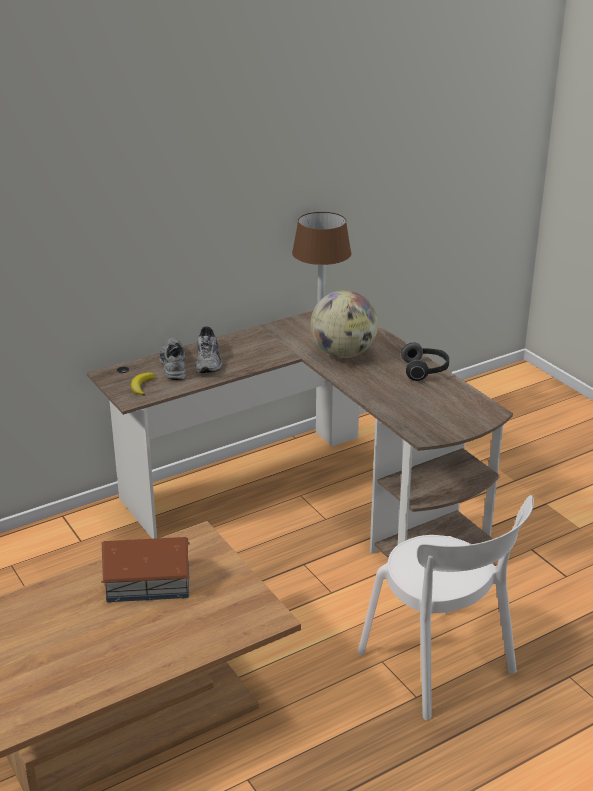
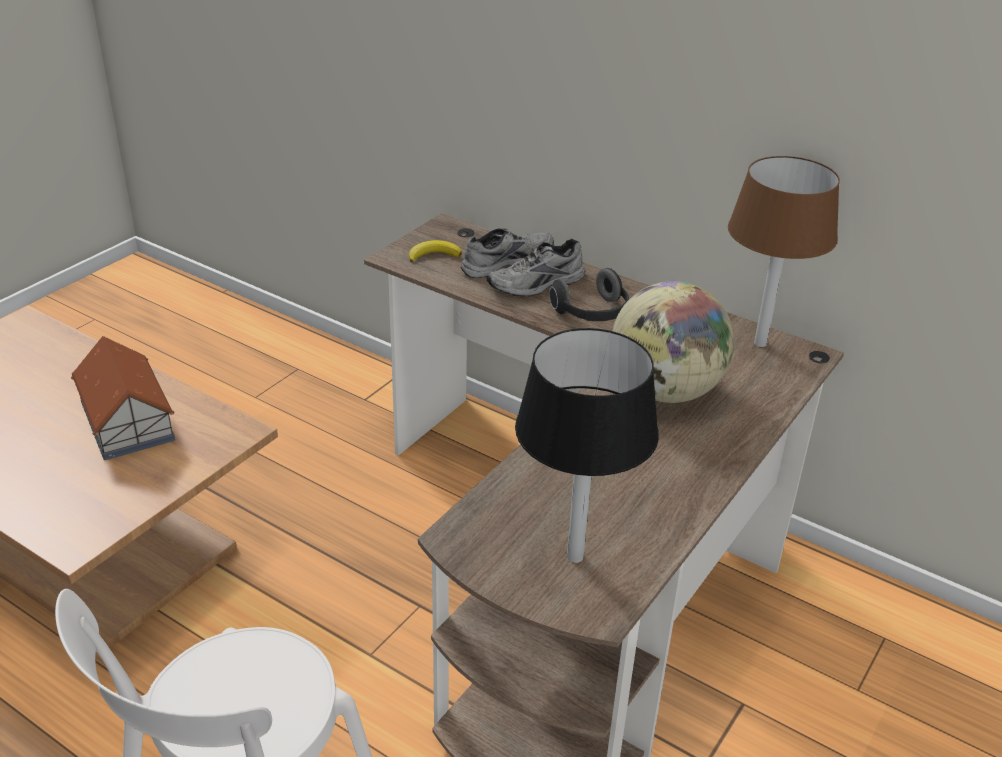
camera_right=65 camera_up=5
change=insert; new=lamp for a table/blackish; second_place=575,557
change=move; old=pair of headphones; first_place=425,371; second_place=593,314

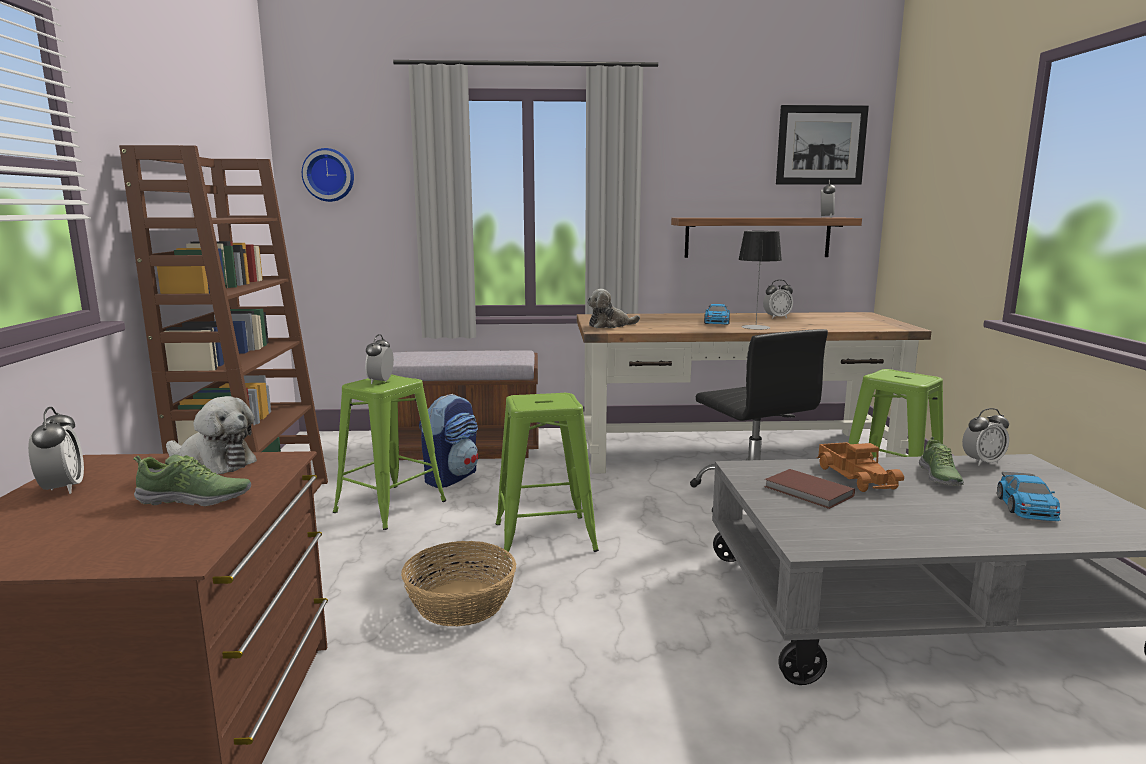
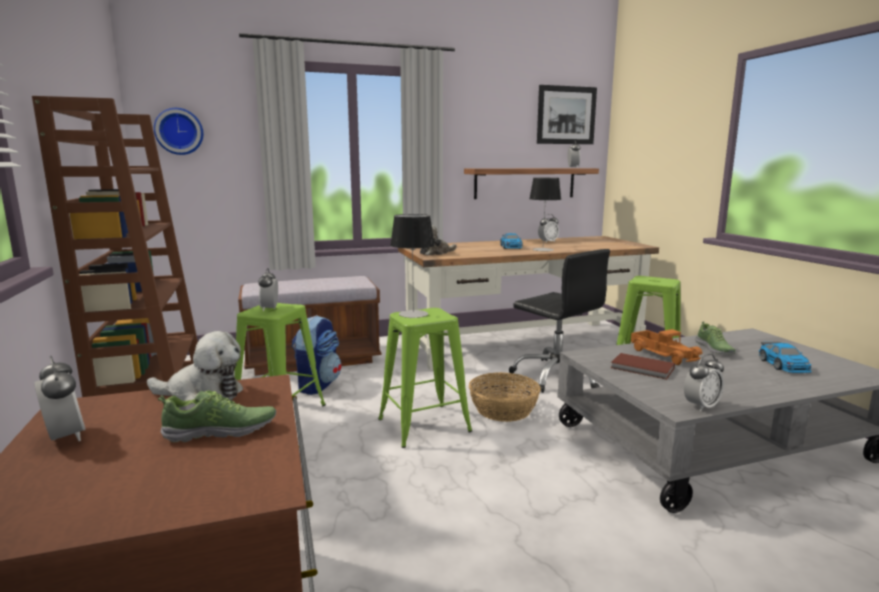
camera_right=-15 camera_up=0
change=insert; new=lamp for a table; second_place=413,314
change=move; old=household basket; first_place=461,603; second_place=504,409
change=move; old=bedside clock; first_place=982,462; second_place=701,406

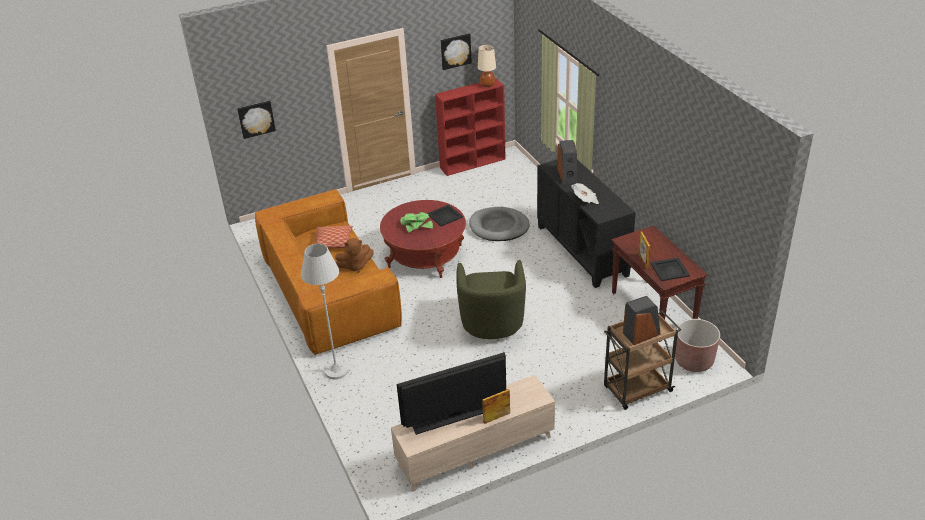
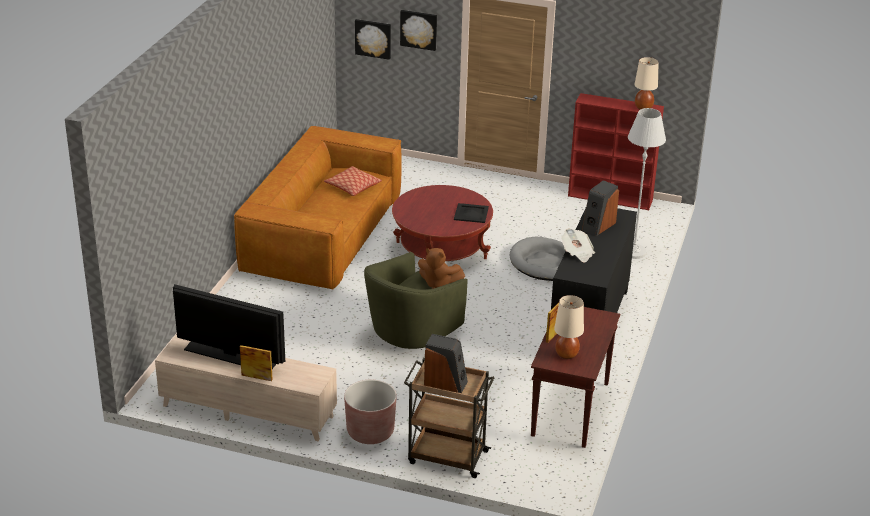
camera_right=40 camera_up=-5
change=move; old=plant pot/brownish; first_place=694,361; second_place=370,432
change=move; old=wall picture; first_place=455,51; second_place=419,29
change=move; old=plush toy/brownish; first_place=355,266; second_place=438,283
change=replace; old=serving tray/blackish; new=lamp for a table/beige-coloured; first_place=669,270; second_place=566,355
change=move; old=floor lamp/white; first_place=336,371; second_place=634,252
change=delete; old=potted plant; first_place=416,225

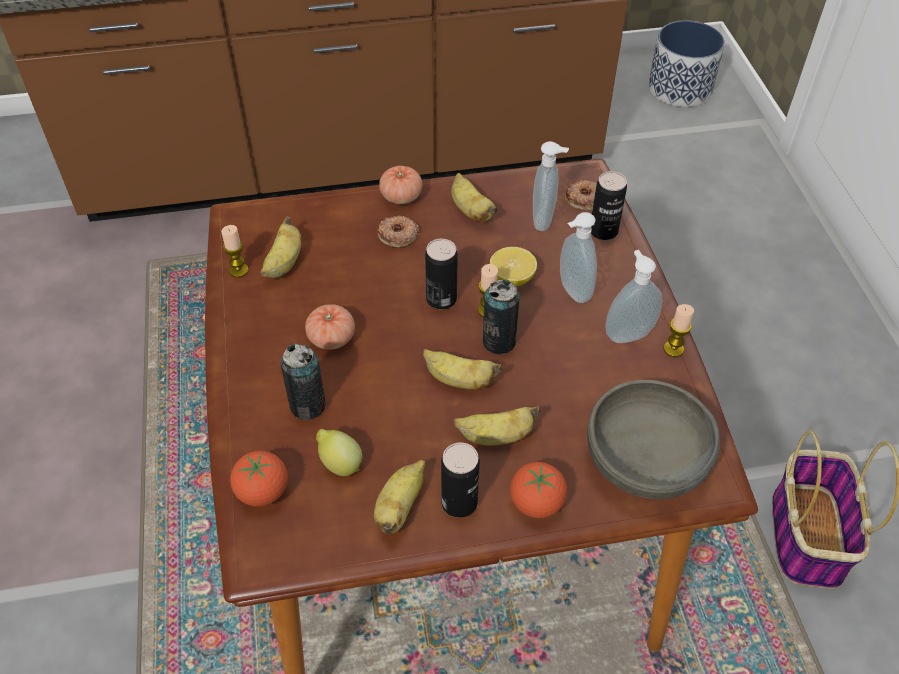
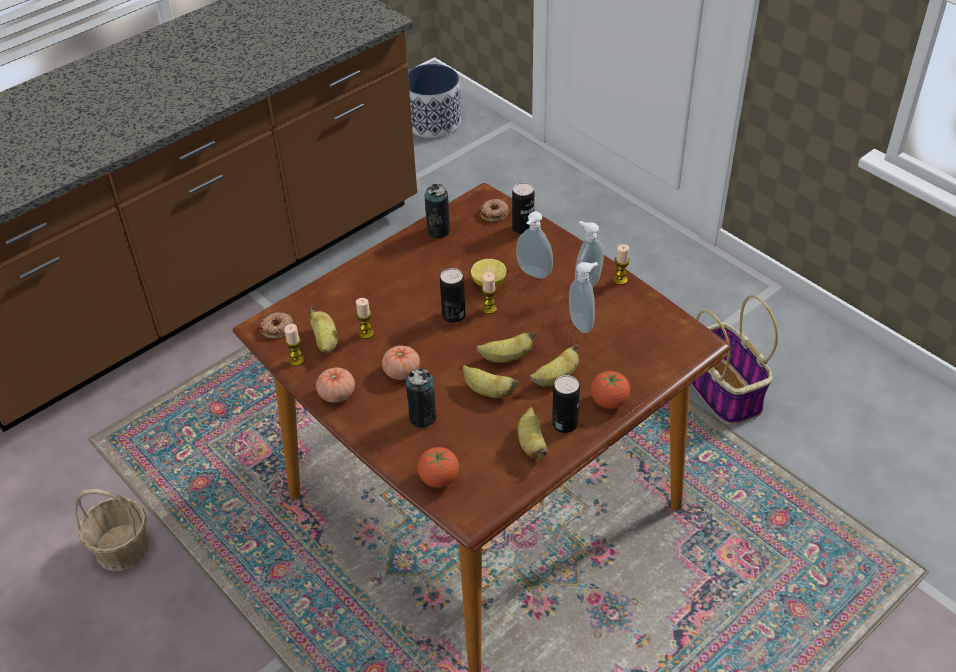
camera_right=-30 camera_up=-5
change=insert; new=household basket; second_place=122,548
change=move; old=doughnut; first_place=398,235; second_place=277,328
change=move; old=tomato; first_place=401,196; second_place=337,394
change=insert; new=wax candle; second_place=366,333
change=move; old=can; first_place=499,341; second_place=438,231
change=move; old=whole banana; first_place=470,210; second_place=488,391
change=move; old=soap dispenser; first_place=545,220; second_place=582,323
change=delete; old=lemon; first_place=339,464
change=delete; old=bowl/grey; first_place=645,460

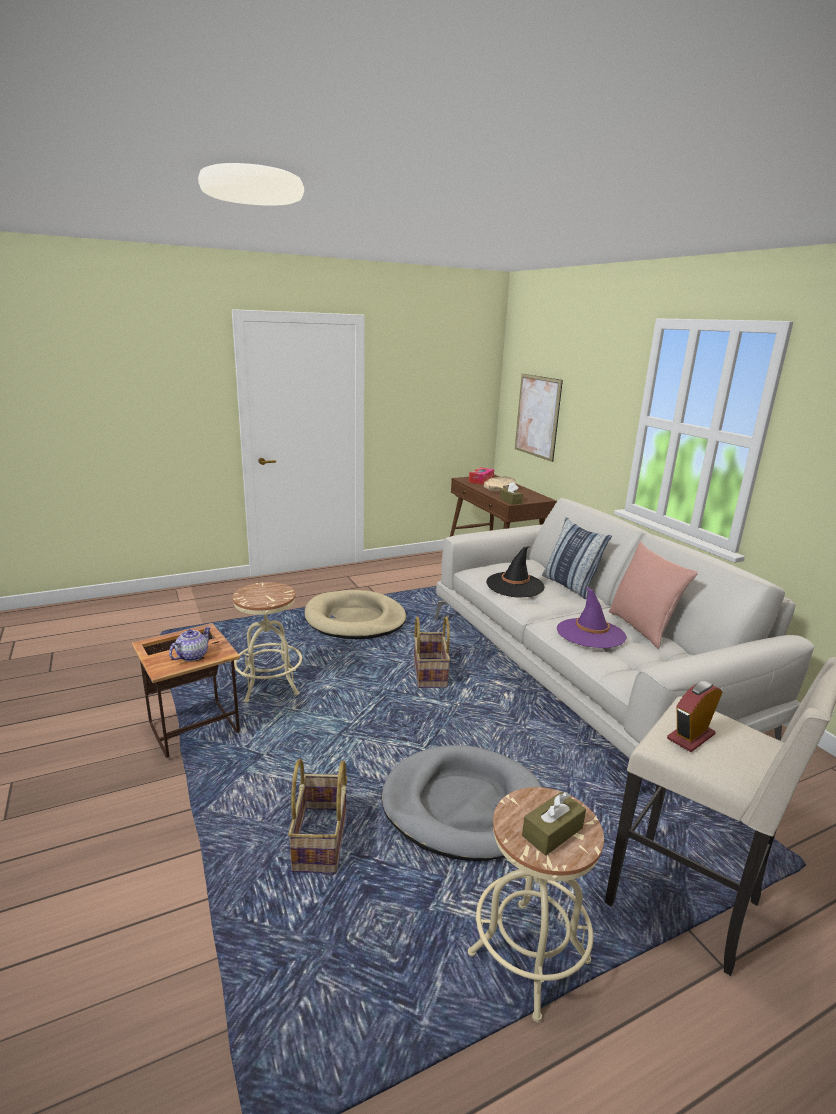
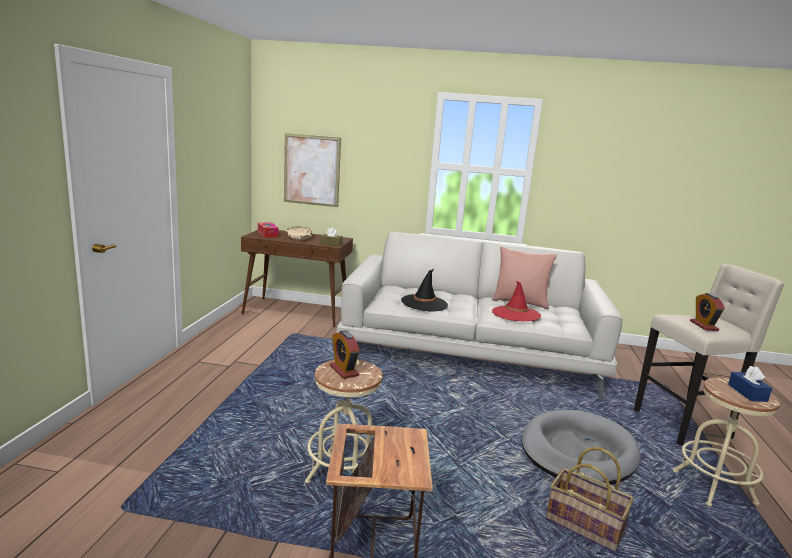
camera_right=-55 camera_up=-5
change=insert; new=bedside clock; second_place=344,370
change=recolor; old=wearable hat/purple-coloured; new=wearable hat/red-coloured; first_place=590,633; second_place=515,314
change=recolor; old=tissue holder/brownish; new=tissue holder/blue; first_place=552,832; second_place=747,393
change=delete; old=tea pot; first_place=192,656
change=delete; old=pet bed/beige-coloured; first_place=355,619
change=delete; old=household basket; first_place=429,673
change=delete; old=pillow; first_place=570,585

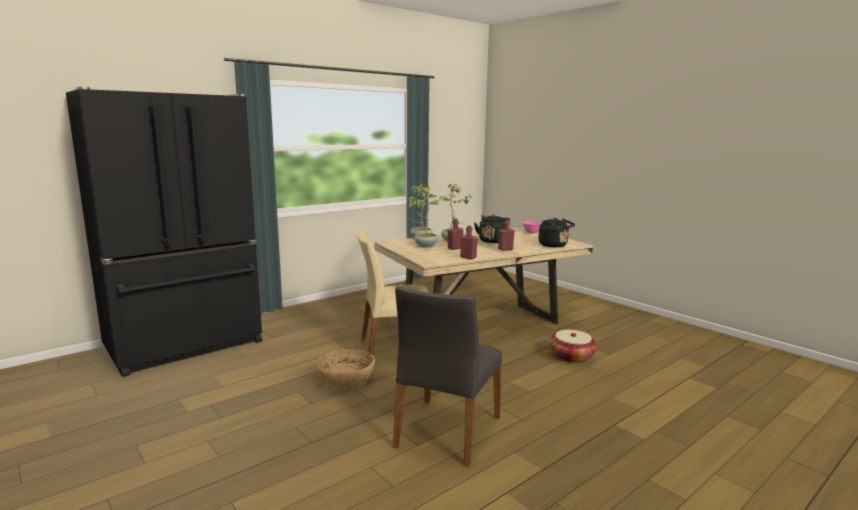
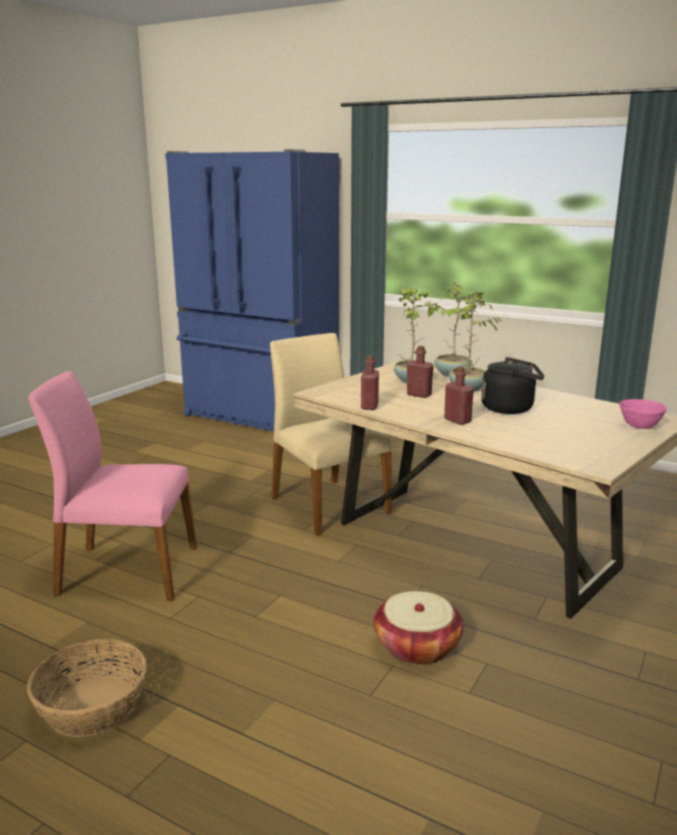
camera_right=70 camera_up=5
change=move; old=household basket; first_place=346,380; second_place=91,706
change=recolor; old=plain chair/grey; new=plain chair/pinkish; first_place=446,431; second_place=126,571
change=recolor; old=fridge/blackish; new=fridge/blue; first_place=186,346; second_place=259,415
change=delete; old=kettle/blackish; first_place=554,245

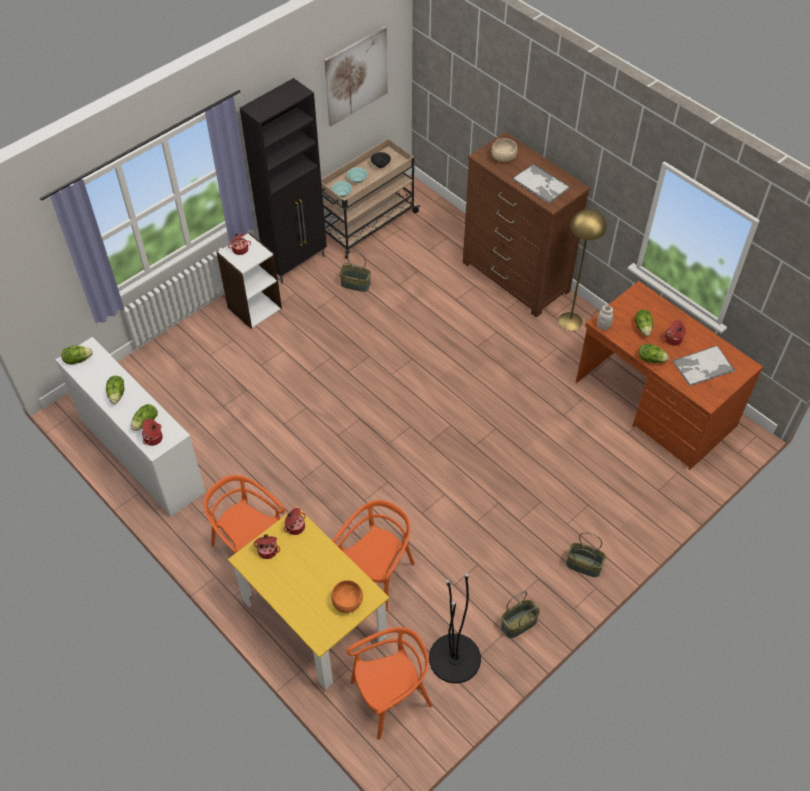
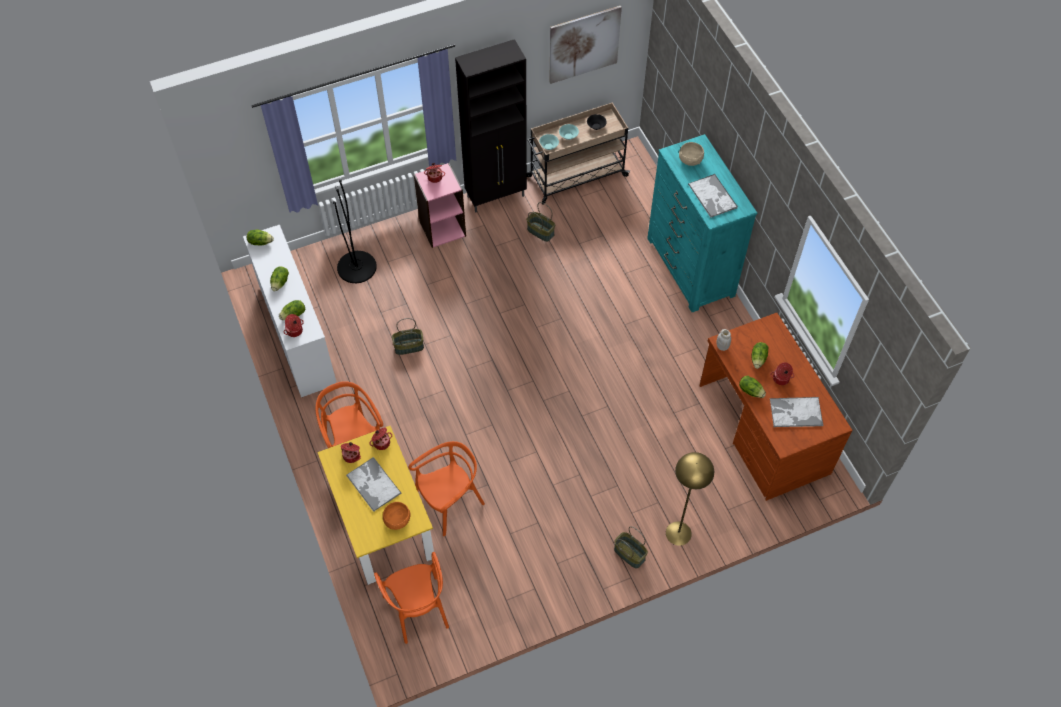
camera_right=20 camera_up=5
change=move; old=floor lamp/blackish; first_place=454,658; second_place=356,267
change=insert; new=serving tray; second_place=373,484
change=rotate; old=plain chair/orange-coloured; first_place=391,697; second_place=418,609; degrees=75
change=move; old=household basket; first_place=518,624; second_place=408,347
change=recolor; old=bookcase/white; new=bookcase/pinkish; first_place=254,307; second_place=442,228
change=recolor; old=chest of drawers/brownish; new=chest of drawers/turquoise-coloured; first_place=515,277; second_place=690,267
change=move; old=floor lamp/yellow-coloured; first_place=570,321; second_place=678,533

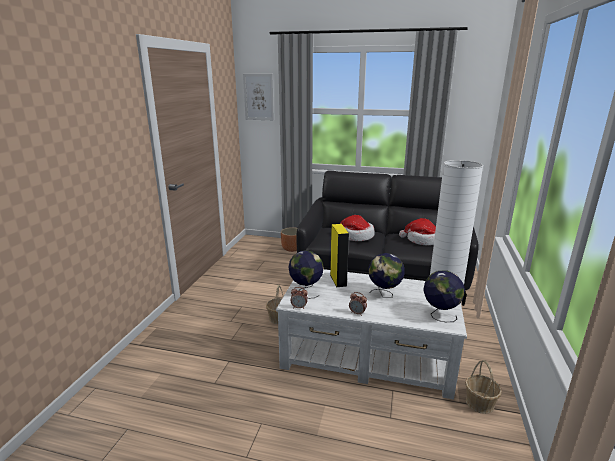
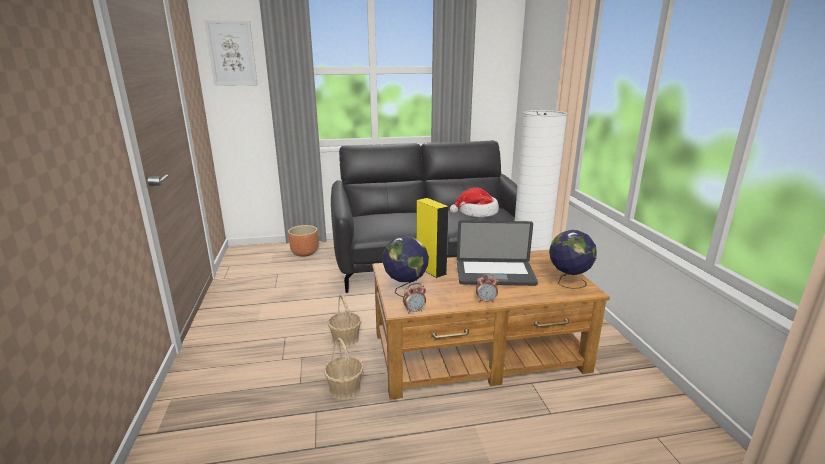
camera_right=-25 camera_up=0
change=move; old=household basket; first_place=479,402; second_place=345,388
change=recolor; old=low table/white; new=low table/brownish; first_place=368,354; second_place=479,352
change=replace; old=desk globe; new=notebook computer; first_place=384,295; second_place=495,274
change=delete; old=wearable hat; first_place=356,236

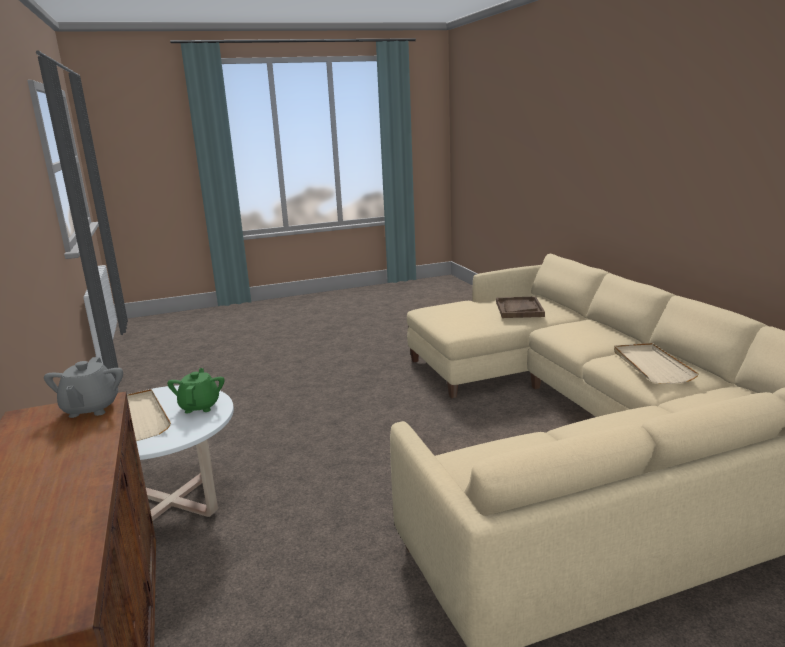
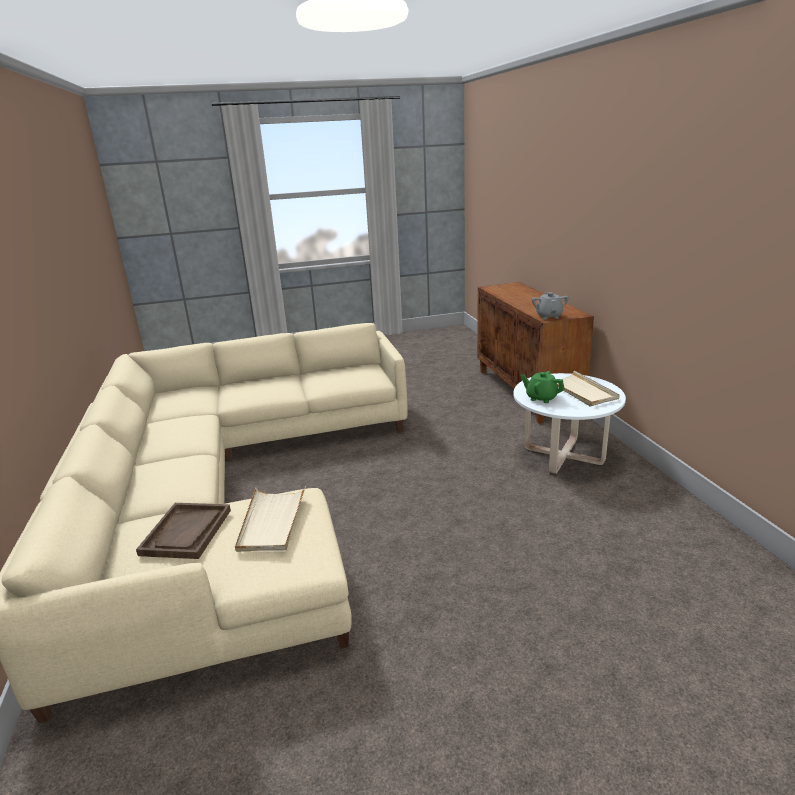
camera_right=-175 camera_up=5
change=move; old=serving tray/beige-coloured; first_place=651,366; second_place=272,521
change=rotate; old=tea pot/green-coloured; first_place=200,406; second_place=541,398; degrees=120

